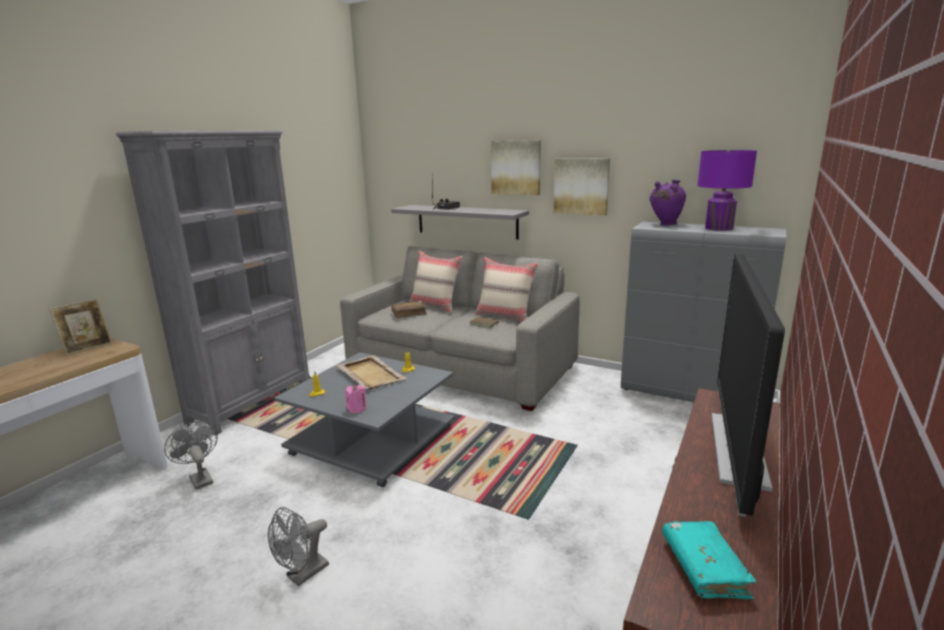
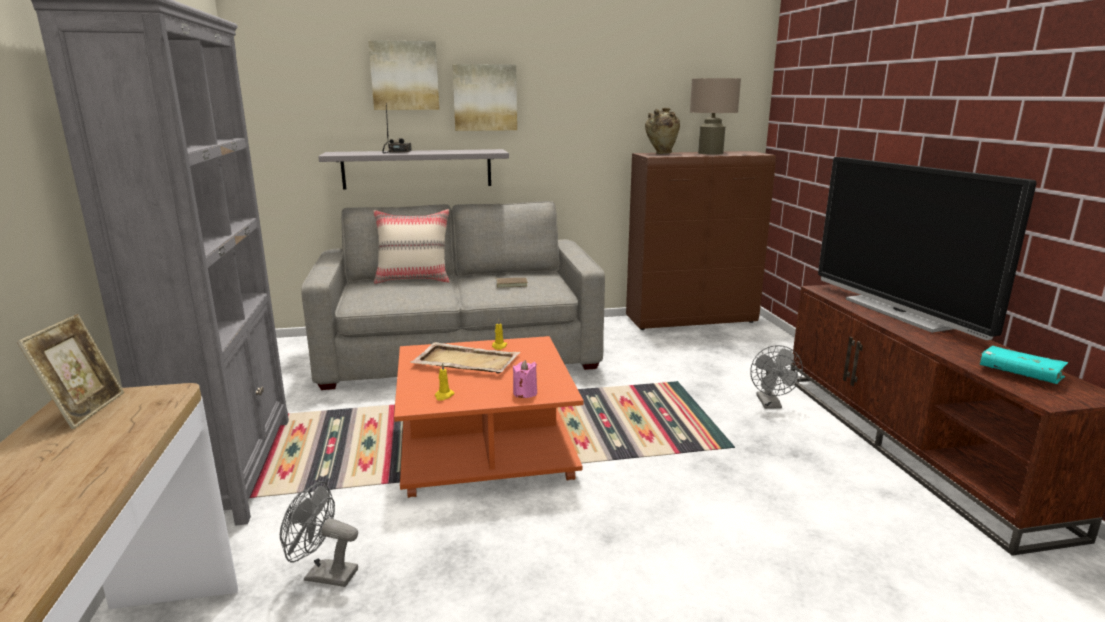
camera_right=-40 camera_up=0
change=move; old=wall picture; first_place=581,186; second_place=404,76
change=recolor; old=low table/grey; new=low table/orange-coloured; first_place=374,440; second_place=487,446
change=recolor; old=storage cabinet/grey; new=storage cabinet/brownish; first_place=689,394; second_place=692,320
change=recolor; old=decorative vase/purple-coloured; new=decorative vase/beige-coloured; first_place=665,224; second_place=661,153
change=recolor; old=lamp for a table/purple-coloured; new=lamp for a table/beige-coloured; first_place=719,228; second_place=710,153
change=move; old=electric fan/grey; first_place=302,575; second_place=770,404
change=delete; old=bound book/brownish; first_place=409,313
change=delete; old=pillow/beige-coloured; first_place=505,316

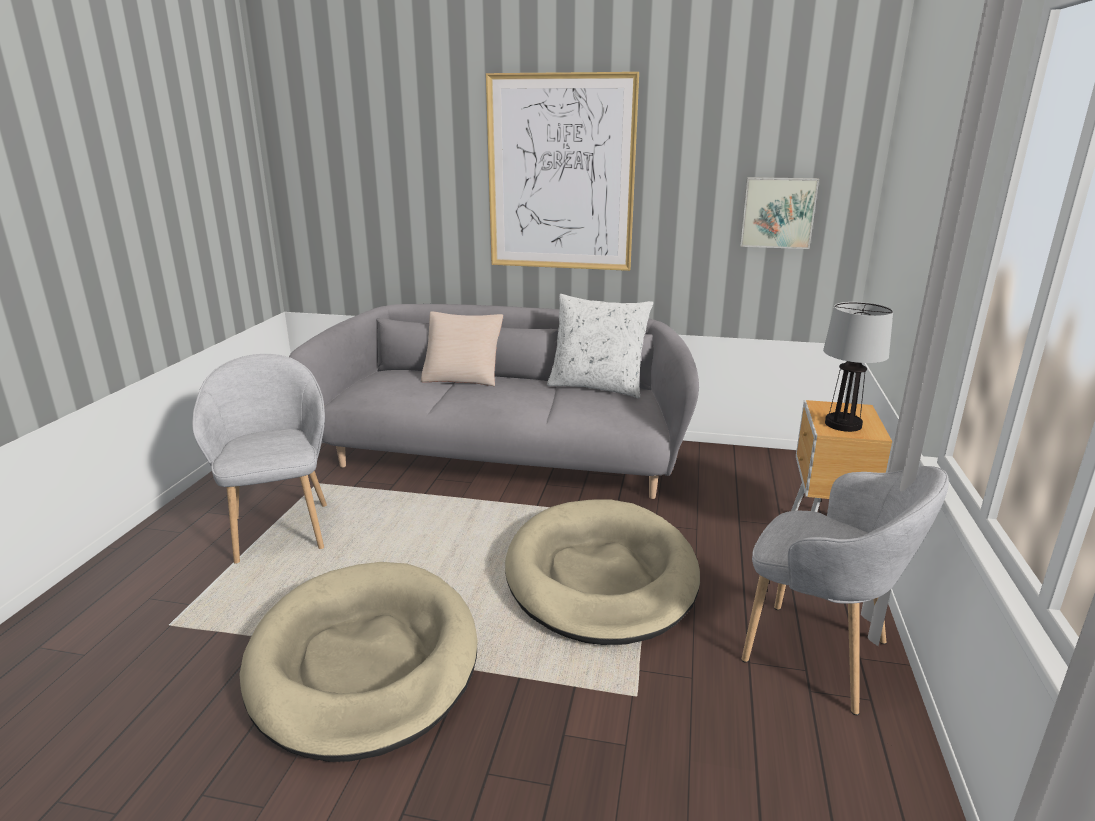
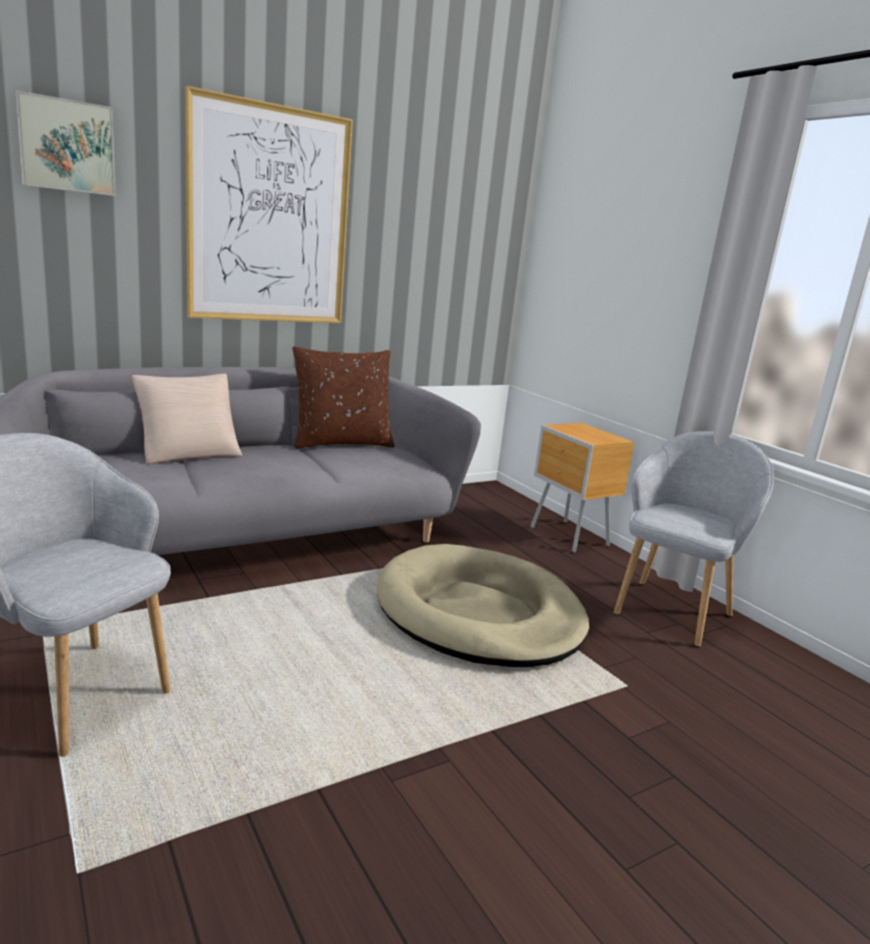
camera_right=-45 camera_up=-5
change=move; old=wall picture; first_place=778,212; second_place=67,146
change=recolor; old=pillow/white; new=pillow/brownish; first_place=597,387; second_place=341,443
change=rotate; old=lounge chair/grey; first_place=820,656; second_place=672,611; degrees=-45
change=delete; old=pet bed/beige-coloured; first_place=364,662
change=delete; old=lamp for a table; first_place=843,424

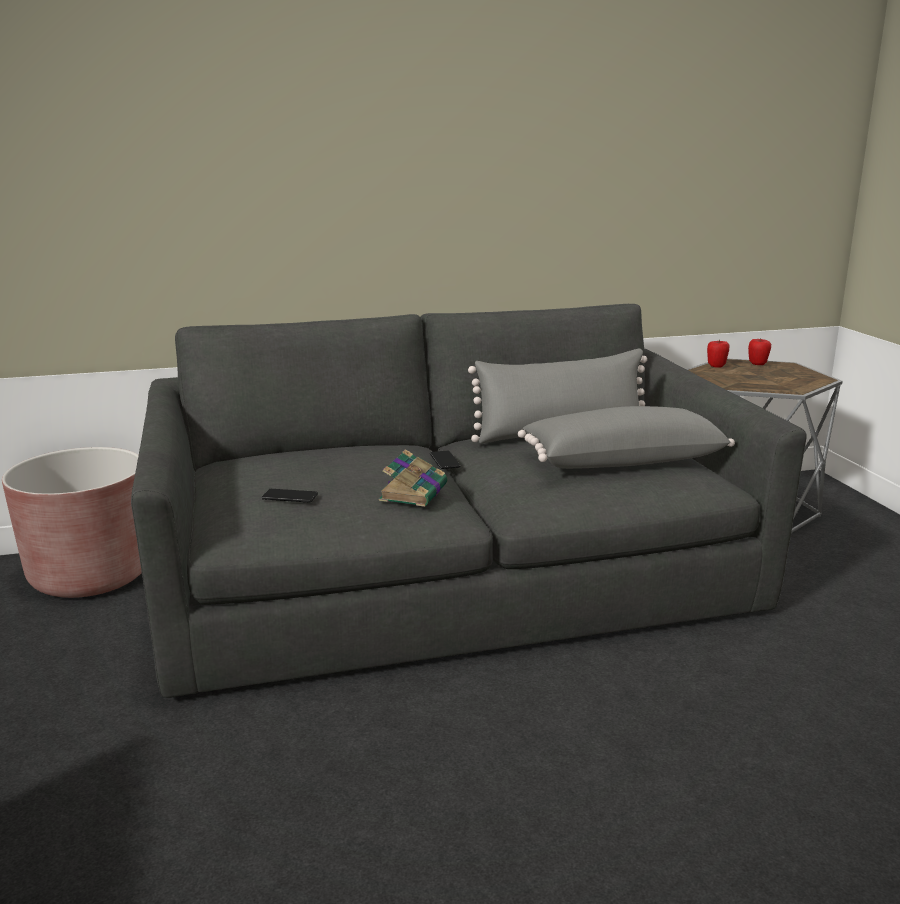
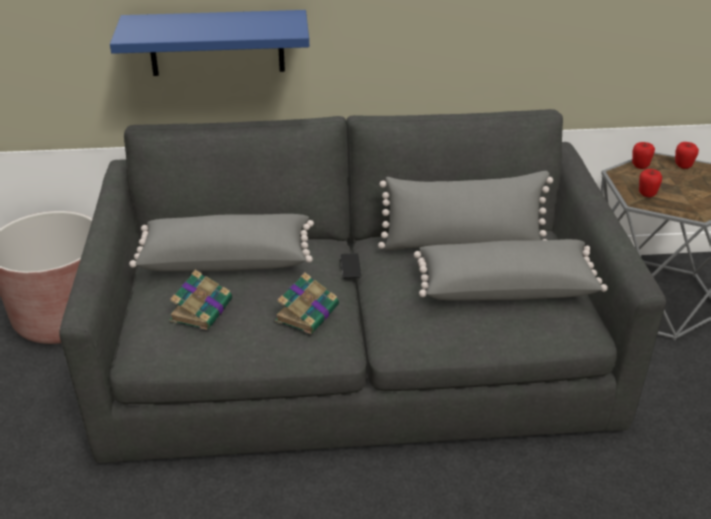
camera_right=10 camera_up=15
change=insert; new=bracket shelf/blue; second_place=216,43
change=insert; new=pillow/grey; second_place=226,259
change=replace; old=phone; new=bound book; first_place=289,496; second_place=202,309
change=insert; new=apple fruit; second_place=647,195

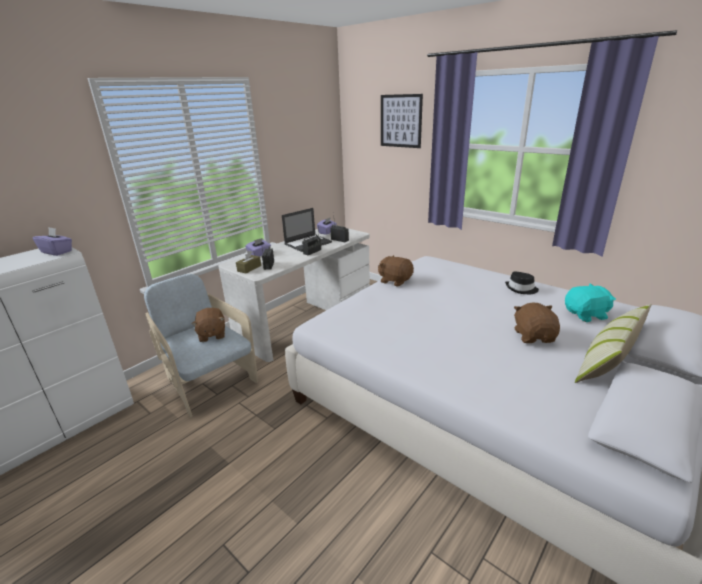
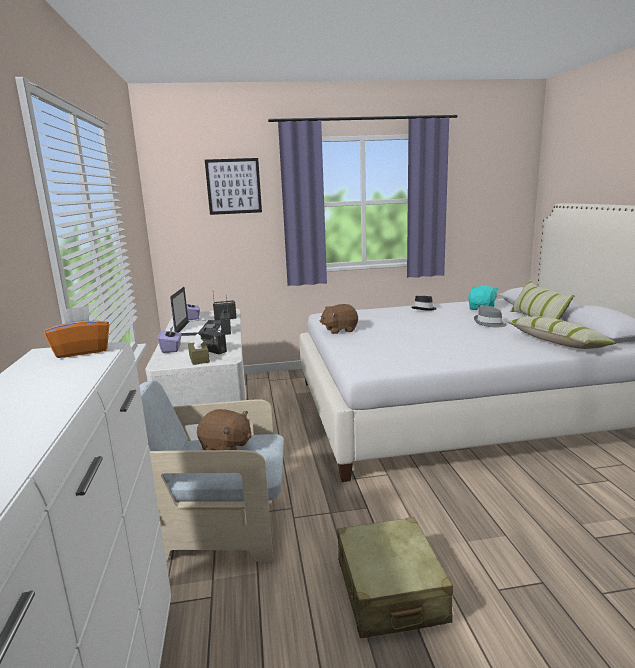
camera_right=-50 camera_up=-10
change=recolor; old=tissue holder/purple-coloured; new=tissue holder/orange-coloured; first_place=57,252; second_place=82,351
change=insert; new=travel case/beige-coloured; second_place=390,591
change=replace; old=plush toy/brownish; new=wearable hat/grey; first_place=534,336; second_place=489,323
change=insert; new=pillow; second_place=557,342

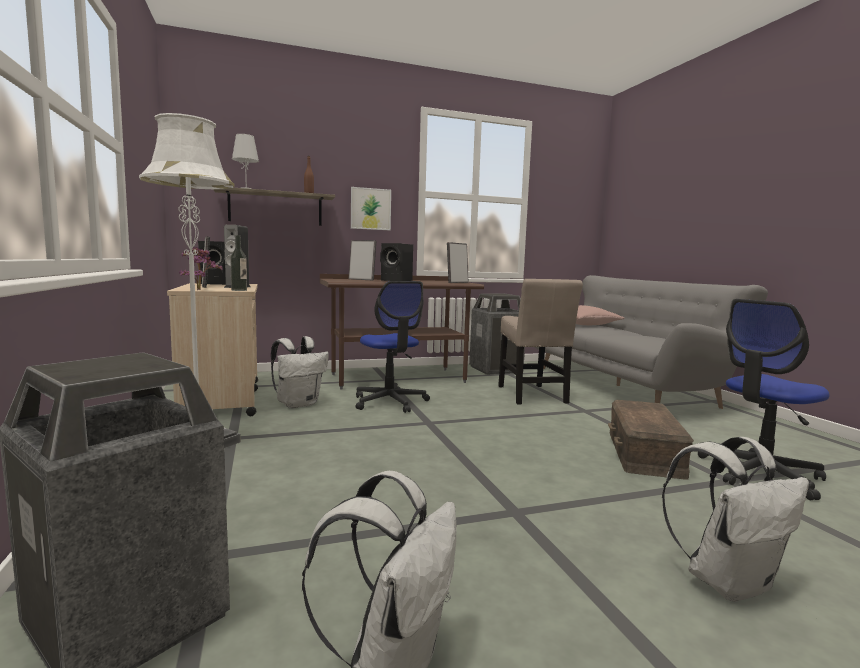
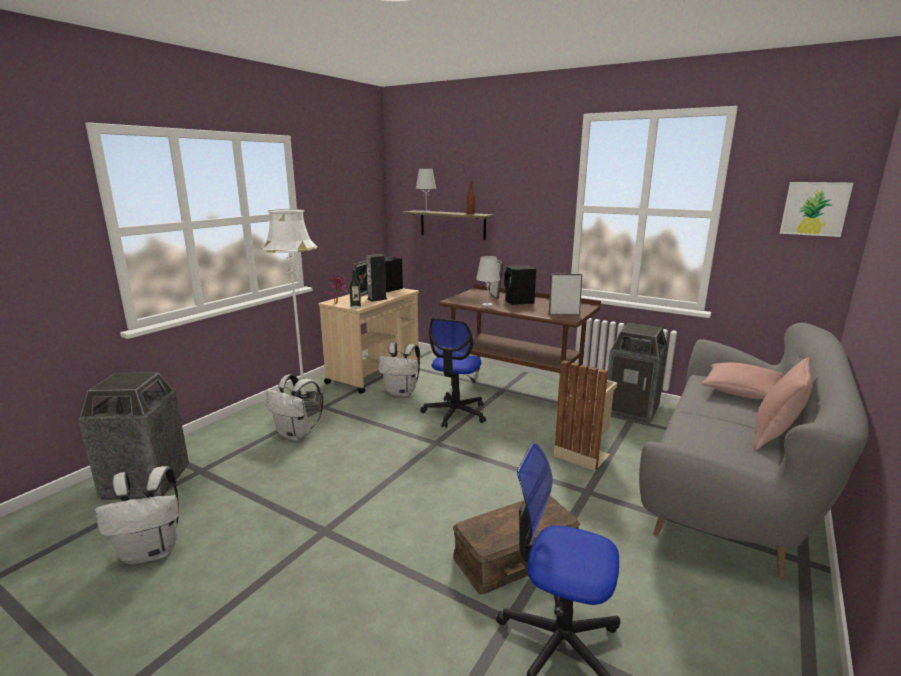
camera_right=50 camera_up=10
change=move; old=rucksack/white; first_place=728,581; second_place=296,434
change=insert; new=lamp for a table/white; second_place=487,304
change=replace; old=plain chair/beige-coloured; new=rubbish bin/beige-coloured; first_place=532,395; second_place=582,454
change=insert; new=pillow/pinkish; second_place=775,438
change=move; old=wall picture; first_place=370,209; second_place=814,209

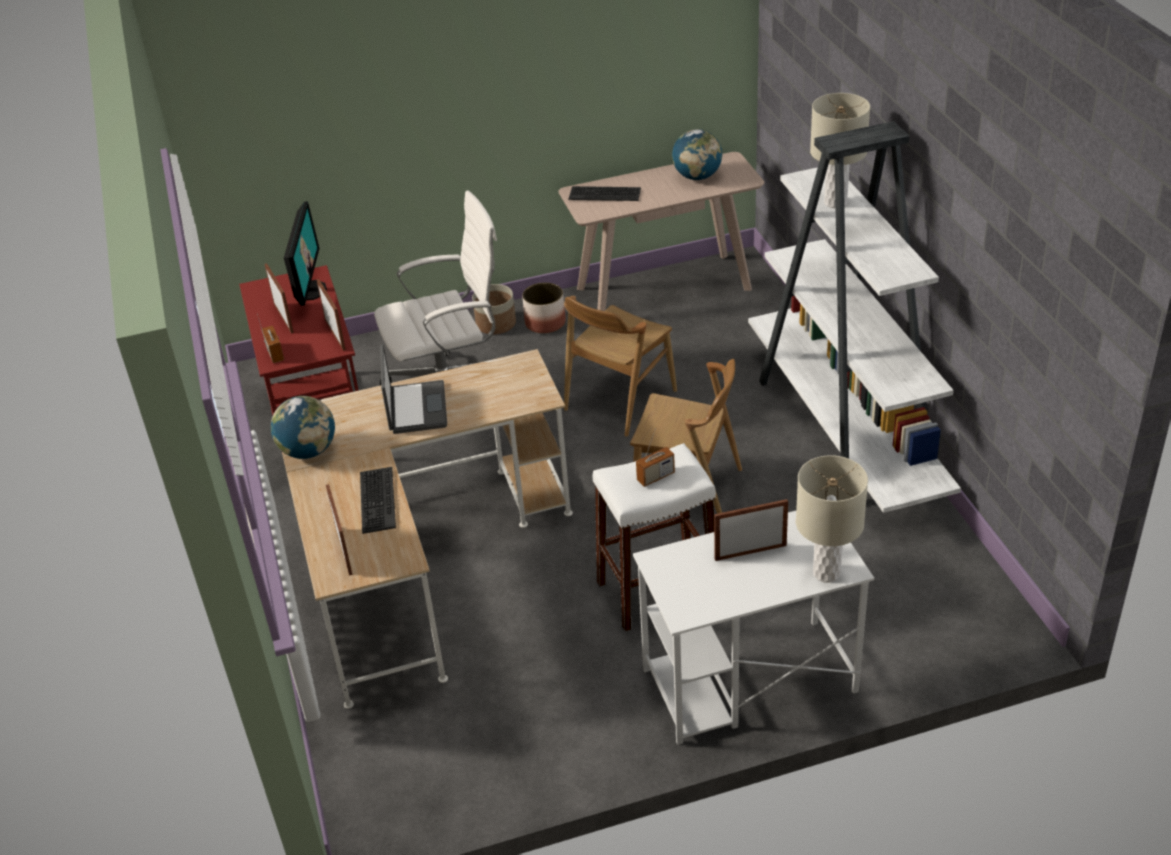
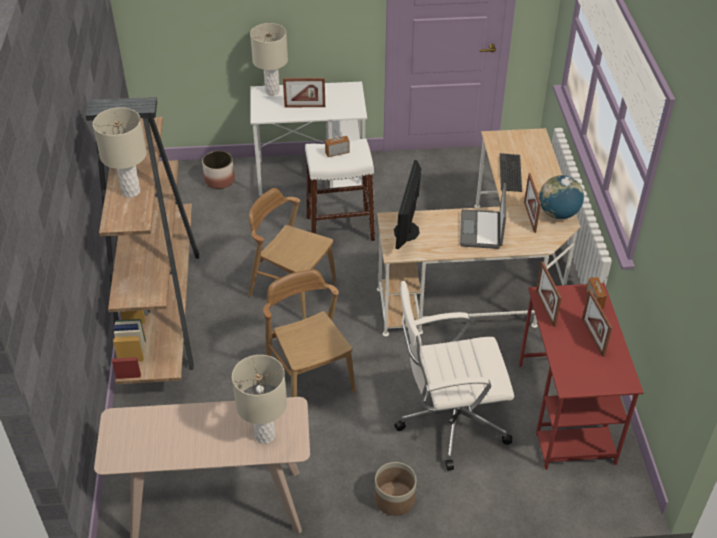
camera_right=-170 camera_up=5
change=recolor; old=bookcase/white; new=bookcase/brownish; first_place=844,433; second_place=161,308
change=move; old=plant pot; first_place=545,323; second_place=219,180
change=replace; old=PC keyboard; new=lamp for a table/beige-coloured; first_place=604,194; second_place=264,436
change=rotate; old=plain chair/brownish; first_place=619,400; second_place=310,377; degrees=-75
change=move; old=computer screen; first_place=310,290; second_place=407,231
change=move; old=standing frame; first_place=344,551; second_place=529,217
change=delete; old=desk globe; first_place=697,176

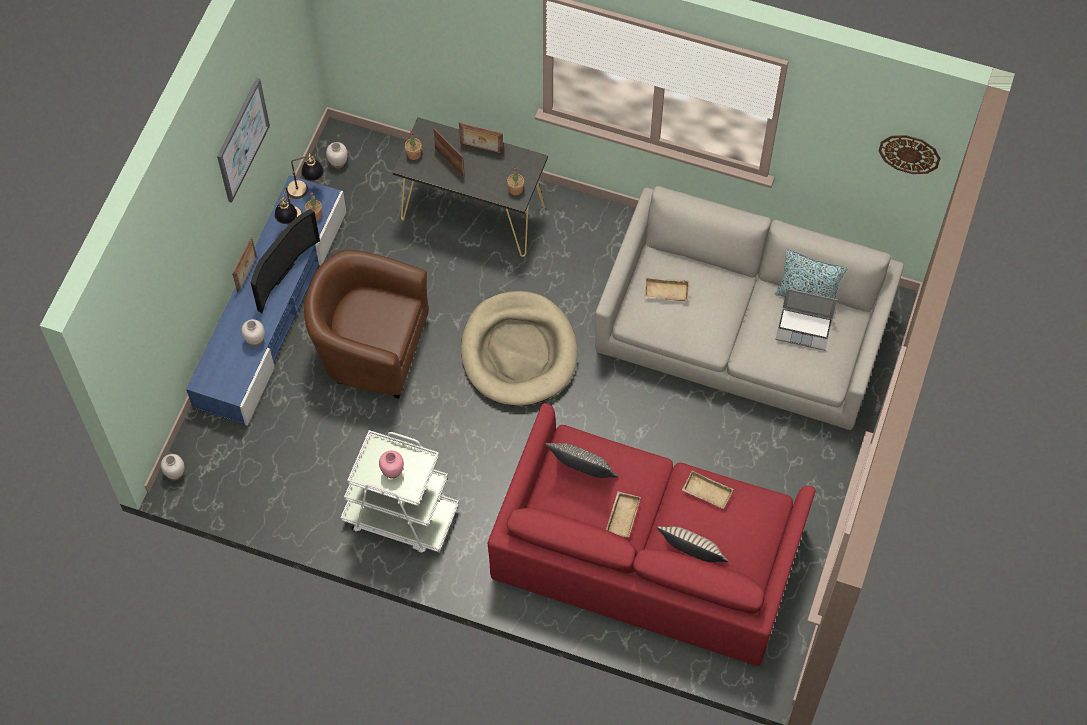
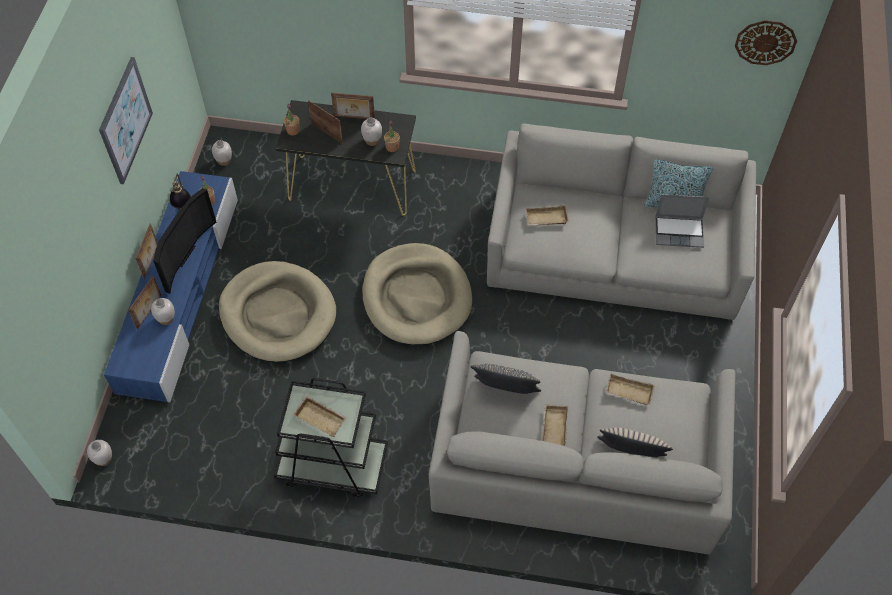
camera_right=-10 camera_up=-5
change=insert; new=standing frame; second_place=150,312
change=replace; old=lounge chair/brownish; new=pet bed/beige-coloured; first_place=370,348; second_place=278,314
change=recolor; old=cart/white; new=cart/blackish; first_place=400,516; second_place=332,465
change=replace; old=decorative vase/pinkish; new=serving tray/beige-coloured; first_place=392,471; second_place=321,418
change=insert; new=decorative vase/white; second_place=372,141
change=recolor; old=sofa/red-coloured; new=sofa/grey; first_place=647,552; second_place=575,461
change=delete; old=lamp for a table; first_place=306,189

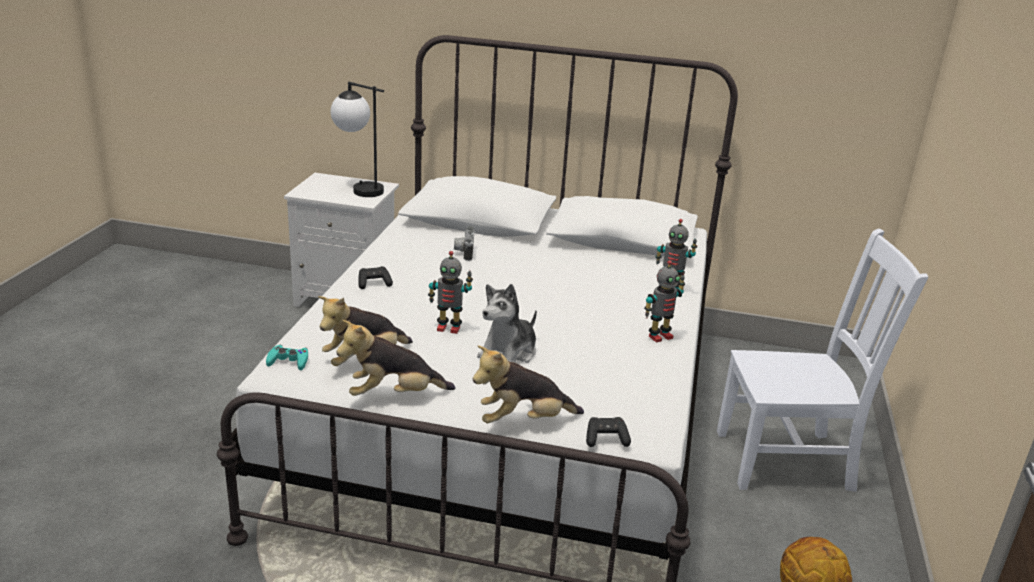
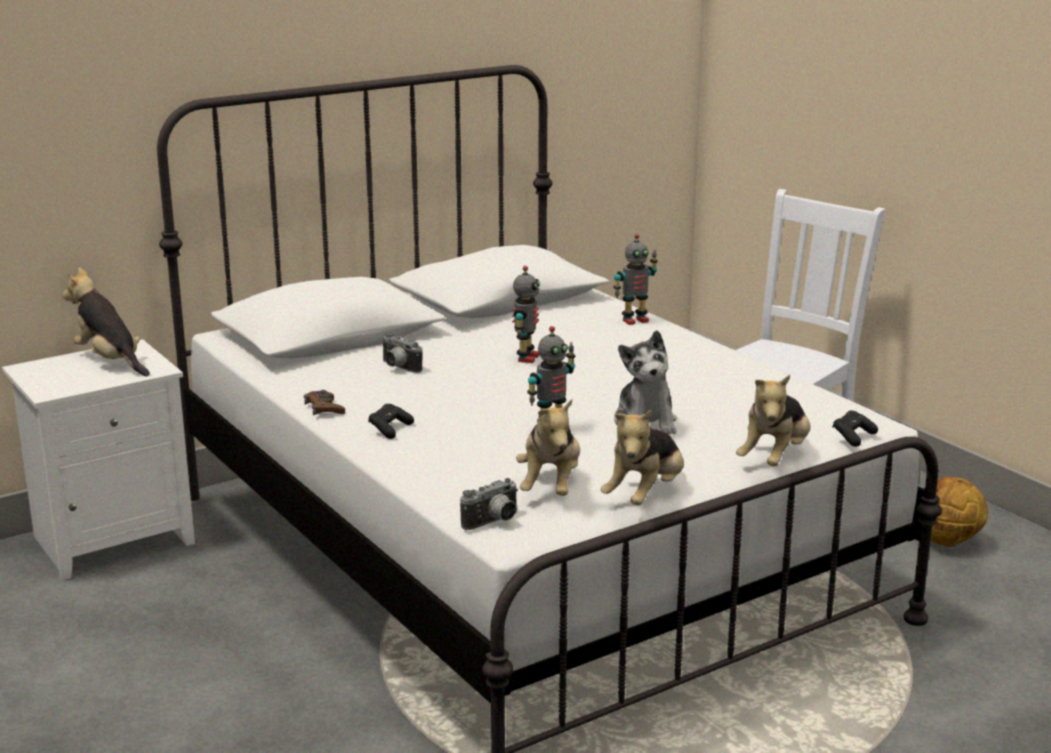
camera_right=-45 camera_up=-5
change=replace; old=lamp for a table; new=plush toy; first_place=358,189; second_place=110,361
change=insert; new=gamepad/brownish; second_place=324,408
change=replace; old=gamepad/turquoise-coloured; new=photo camera; first_place=288,361; second_place=494,523
change=move; old=robot figure; first_place=659,336; second_place=526,358

